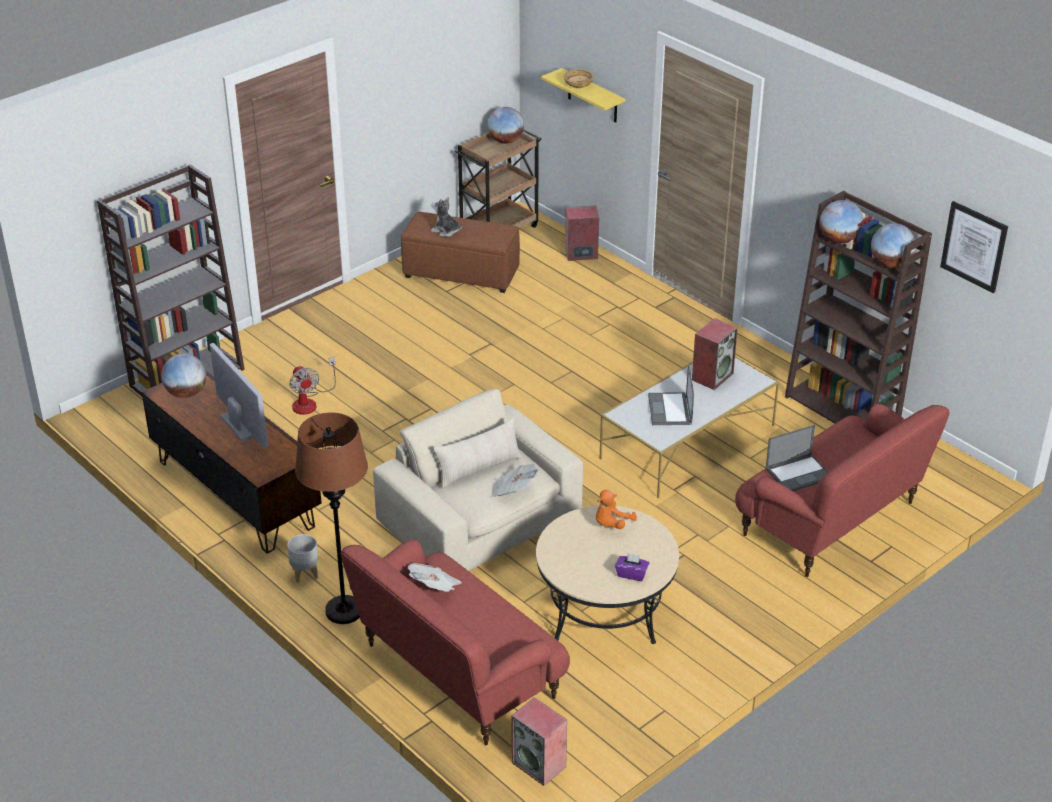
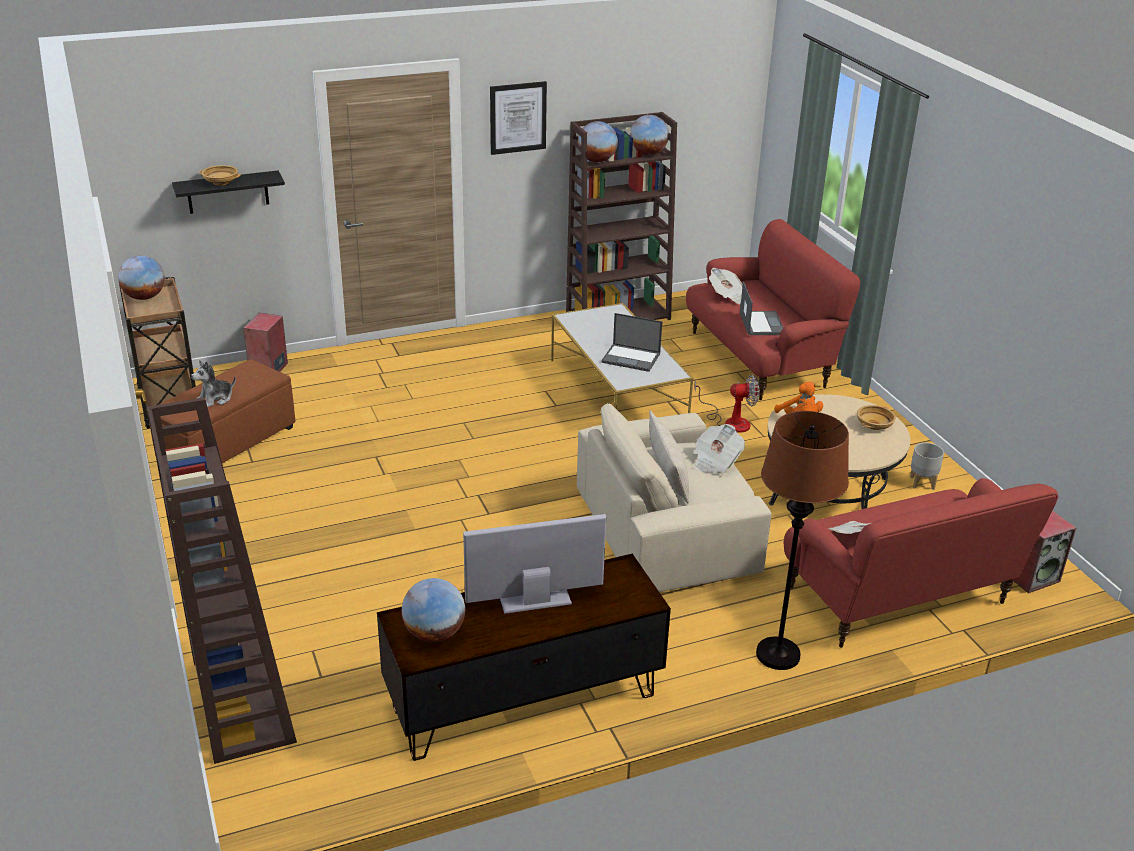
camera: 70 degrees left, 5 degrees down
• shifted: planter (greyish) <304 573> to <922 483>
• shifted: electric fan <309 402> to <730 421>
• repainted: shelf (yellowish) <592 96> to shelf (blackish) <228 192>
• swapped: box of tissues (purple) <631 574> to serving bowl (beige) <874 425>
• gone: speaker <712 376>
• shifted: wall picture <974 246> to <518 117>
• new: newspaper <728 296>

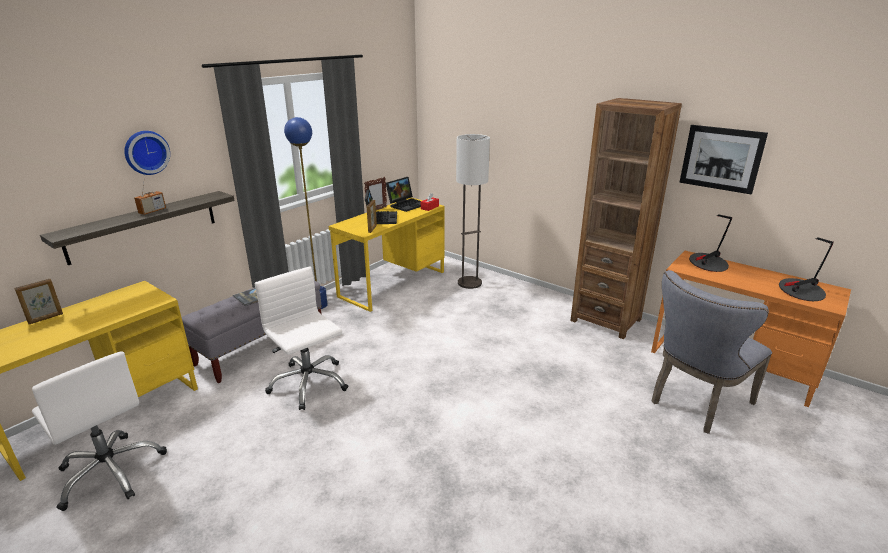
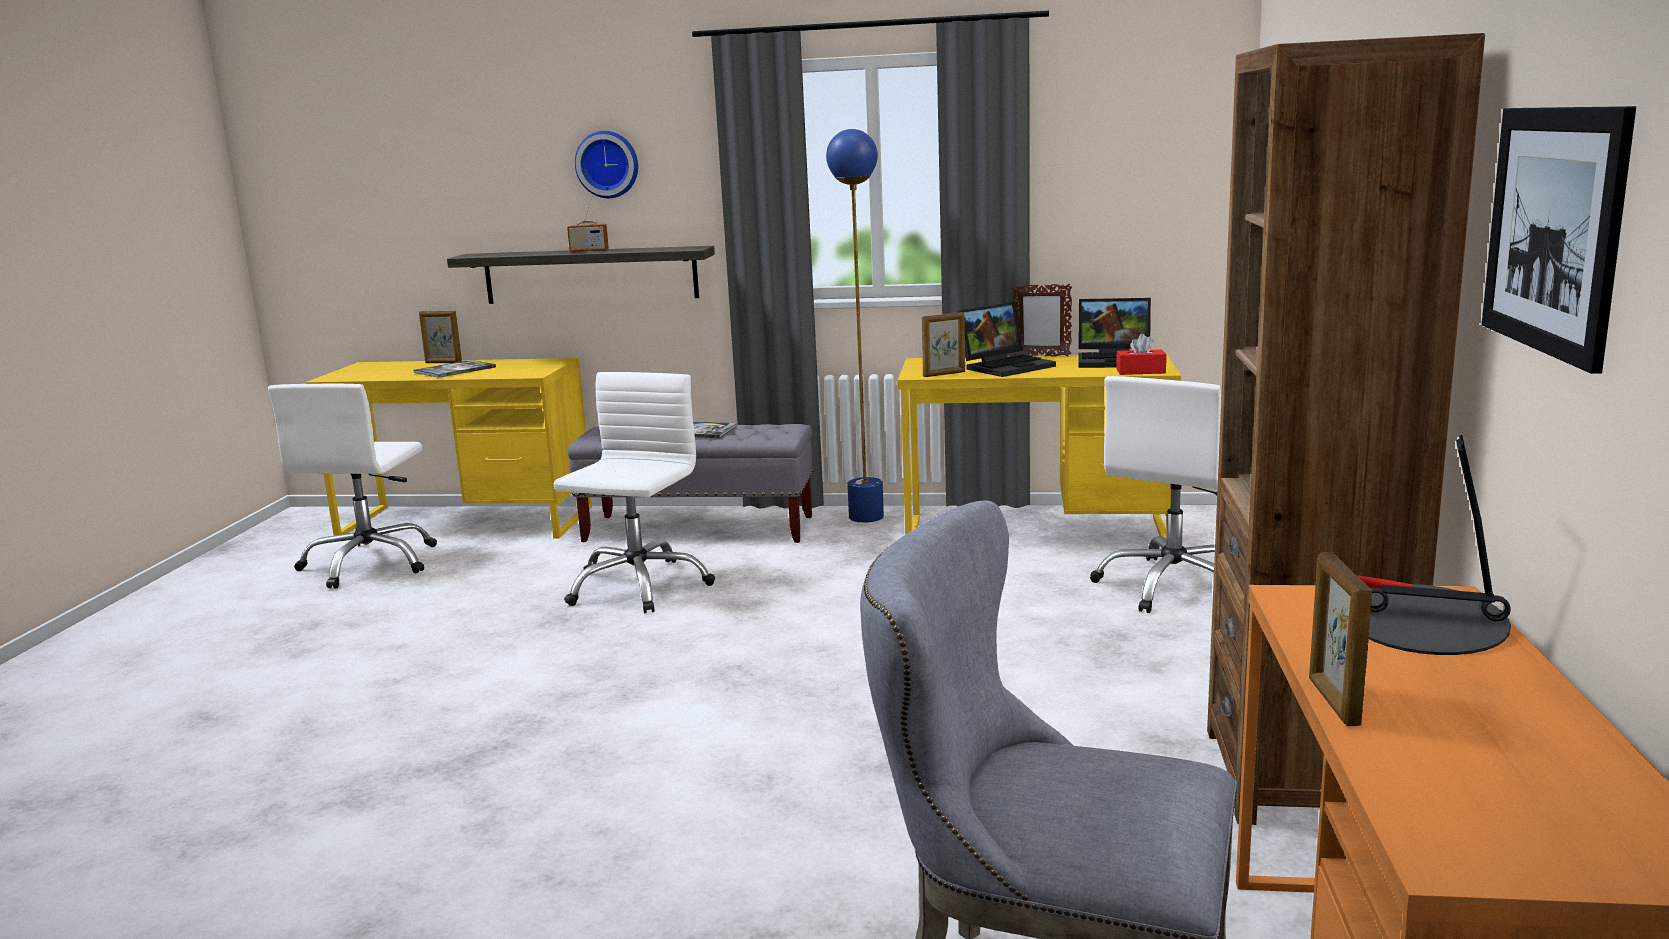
camera: 60 degrees right, 10 degrees down
• swapped: standard lamp <469 283> to computer chair (white) <1173 586>
• gone: table lamp <801 291>
• new: volume <455 370>
• new: photo frame <1333 702>

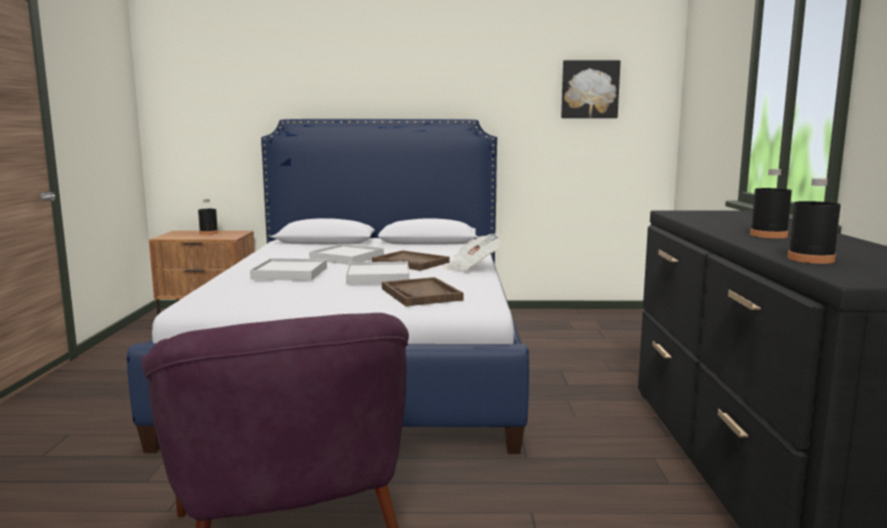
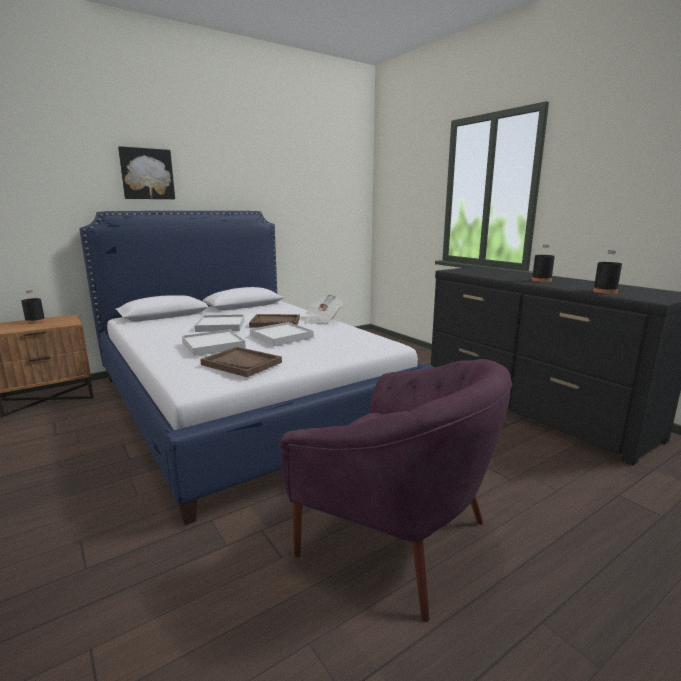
camera: 35 degrees left, 5 degrees up
• shifted: serving tray (brownish) <421 294> to <242 363>
• shifted: wall picture <589 89> to <147 174>

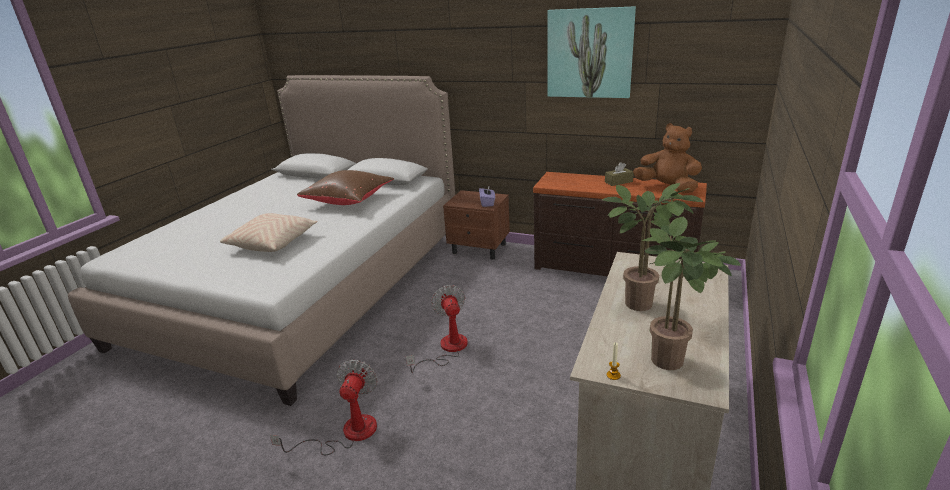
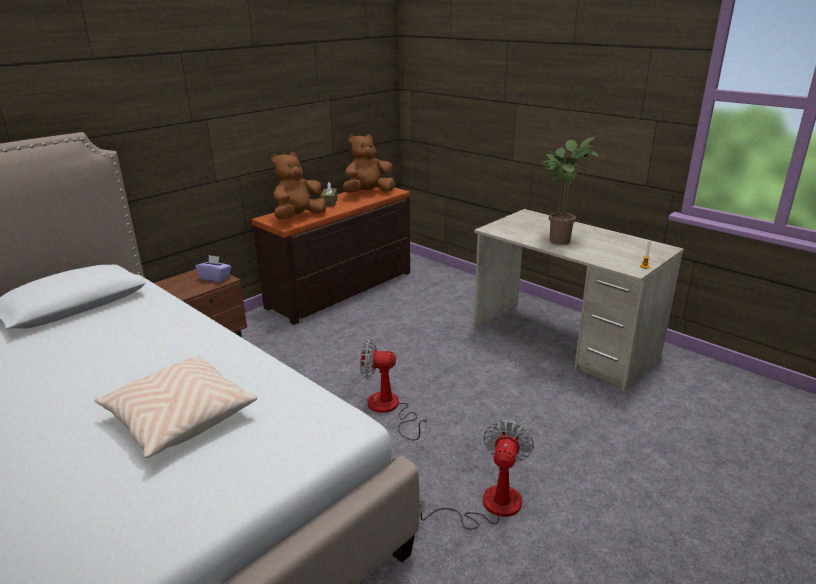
camera: 70 degrees left, 0 degrees up
• rotated: electric fan <347 433> = <488 506> 75 degrees clockwise
• gone: throw pillow (brownish) <349 200>
• gone: wall picture <589 53>
• gone: potted plant <672 363>
• new: cuddly toy (brownish) <298 217>

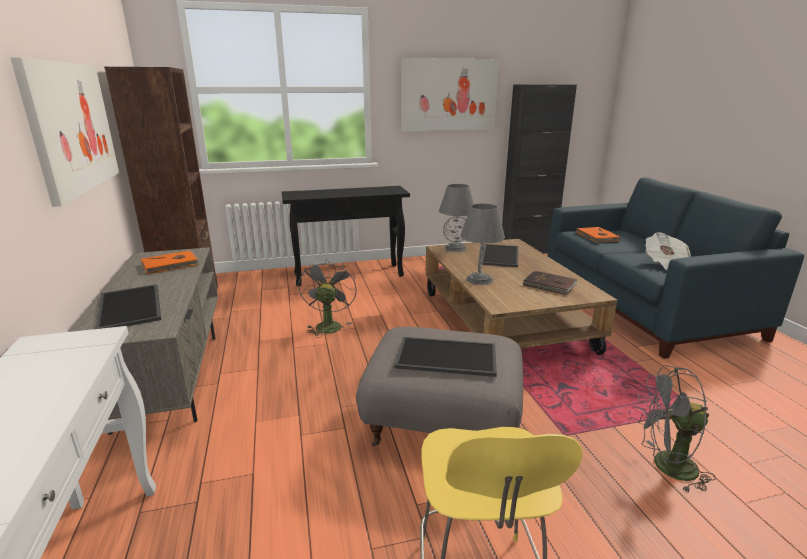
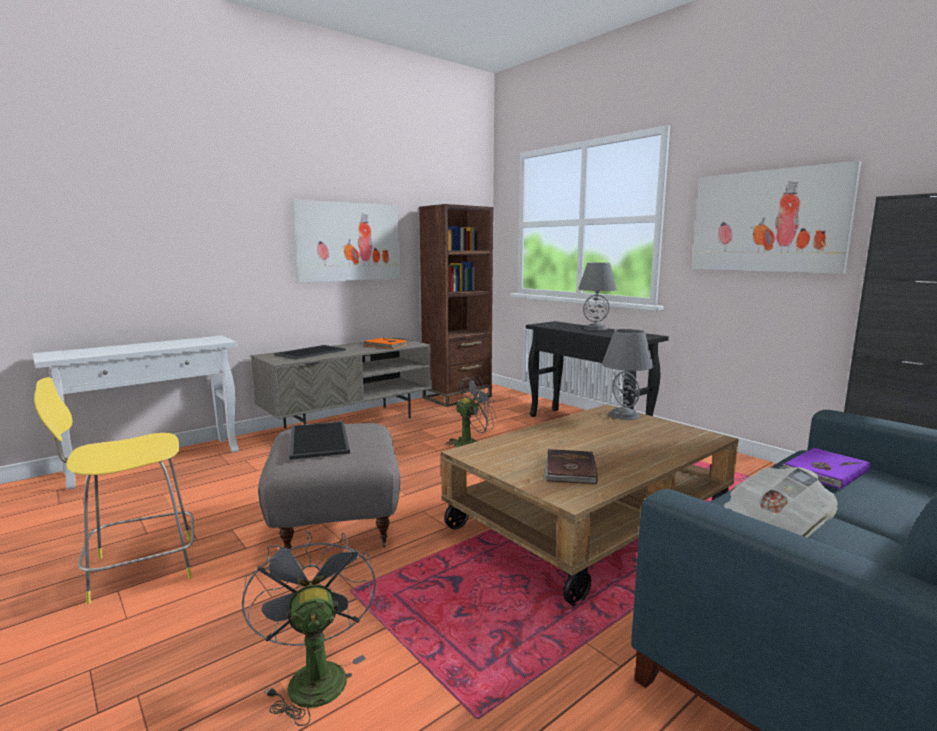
camera: 65 degrees right, 10 degrees down
• shifted: table lamp (greyish) <479 279> to <595 328>
• gone: serving tray <499 255>
• repainted: volume (orangey) <596 237> to volume (purple) <824 471>

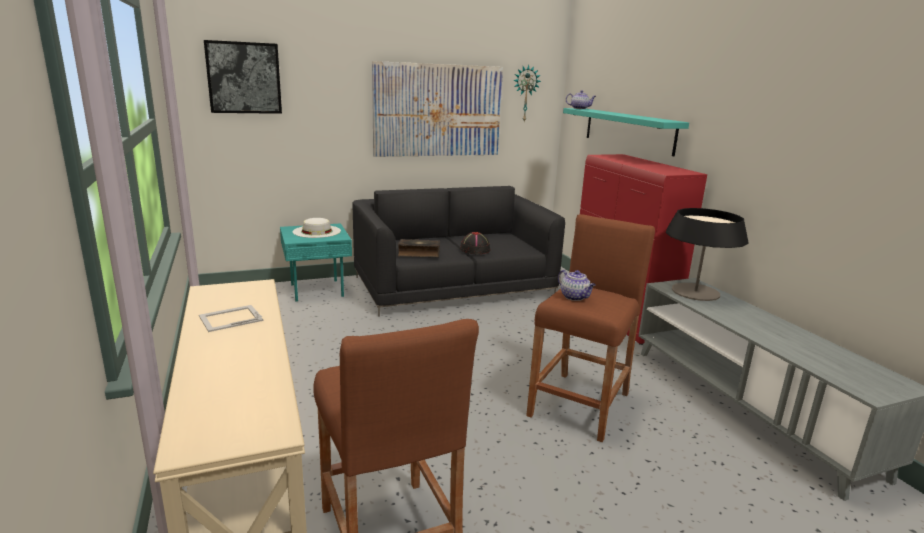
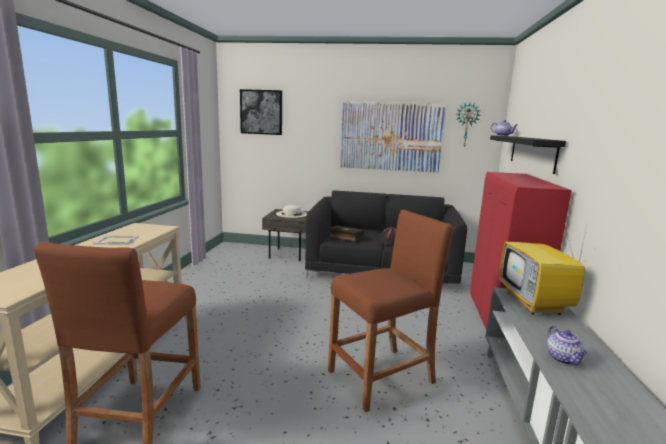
camera: 30 degrees right, 5 degrees down
• repainted: side table (blue-green) <318 289> to side table (greyish) <290 254>
• shifted: teapot <575 297> to <563 359>
• repainted: shelf (blue-green) <628 130> to shelf (blackish) <532 152>
• swapped: table lamp <695 292> to TV <535 303>

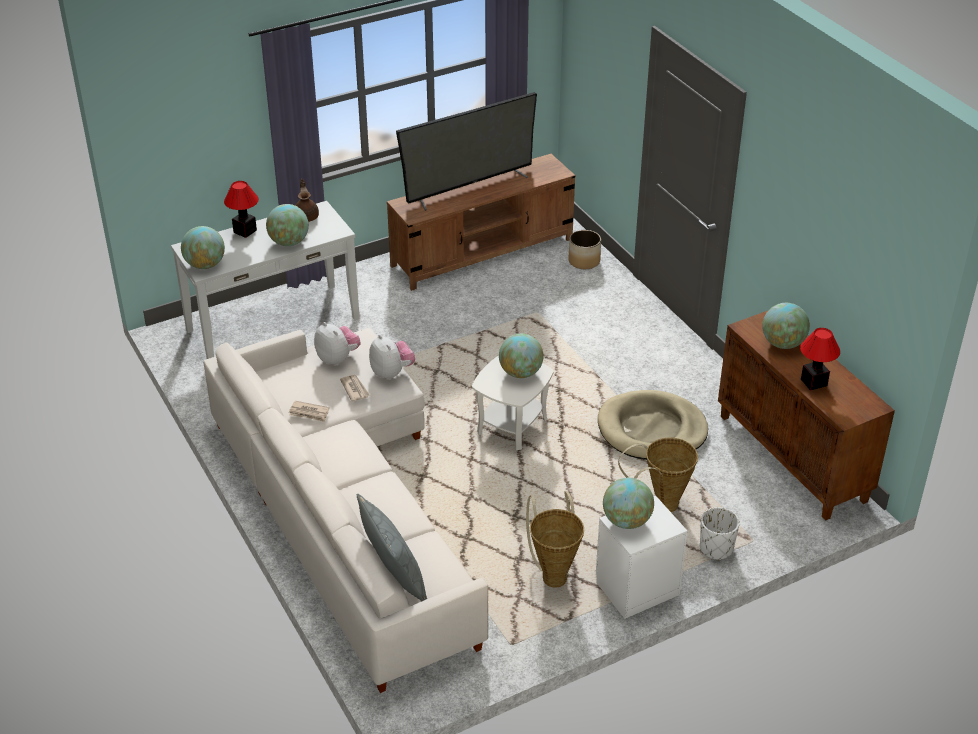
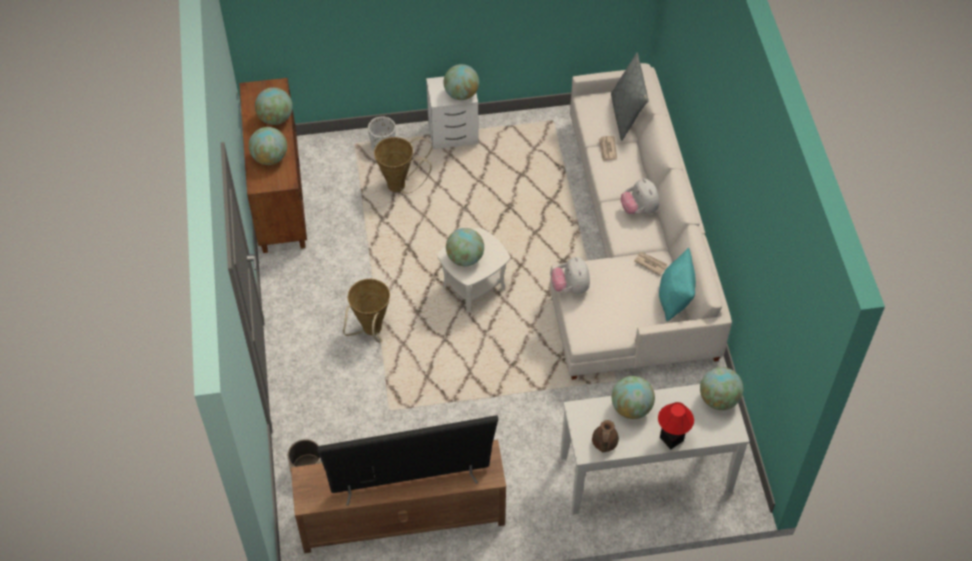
camera: 160 degrees left, 15 degrees up
• shifted: cuddly toy <338 358> to <639 209>
• shifted: newspaper <355 389> to <607 149>
• shifted: basket <554 574> to <370 332>
• gone: pet bed (beige) <652 430>
• swapped: table lamp <814 383> to world globe <275 118>
• new: throw pillow (blue-green) <674 299>

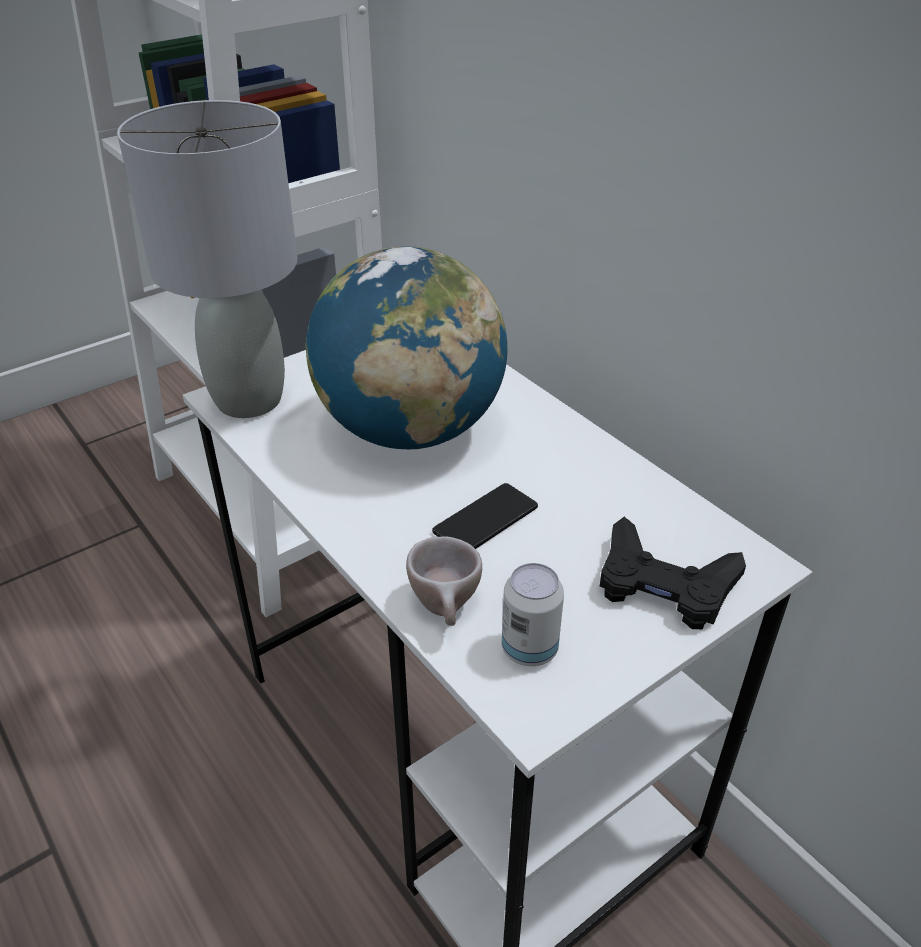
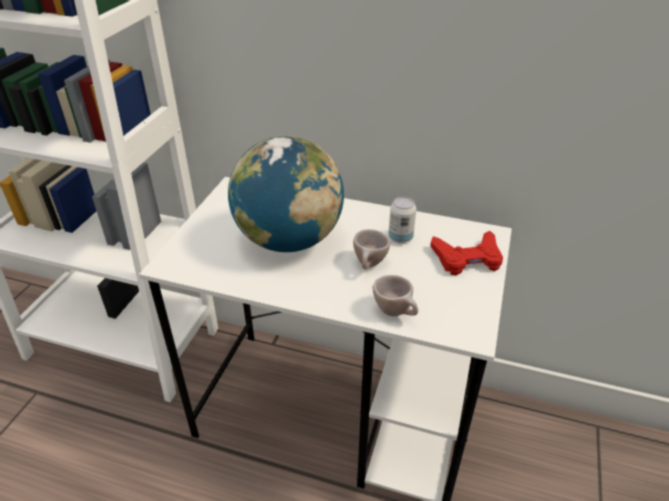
camera: 35 degrees left, 0 degrees up
• gone: table lamp (greyish) <247 401>
• swapped: telephone <485 520> to small cup (beige) <369 265>
• shifted: can <529 649> to <400 237>
• repainted: gamepad (blackish) <664 584> to gamepad (red-coloured) <467 258>

